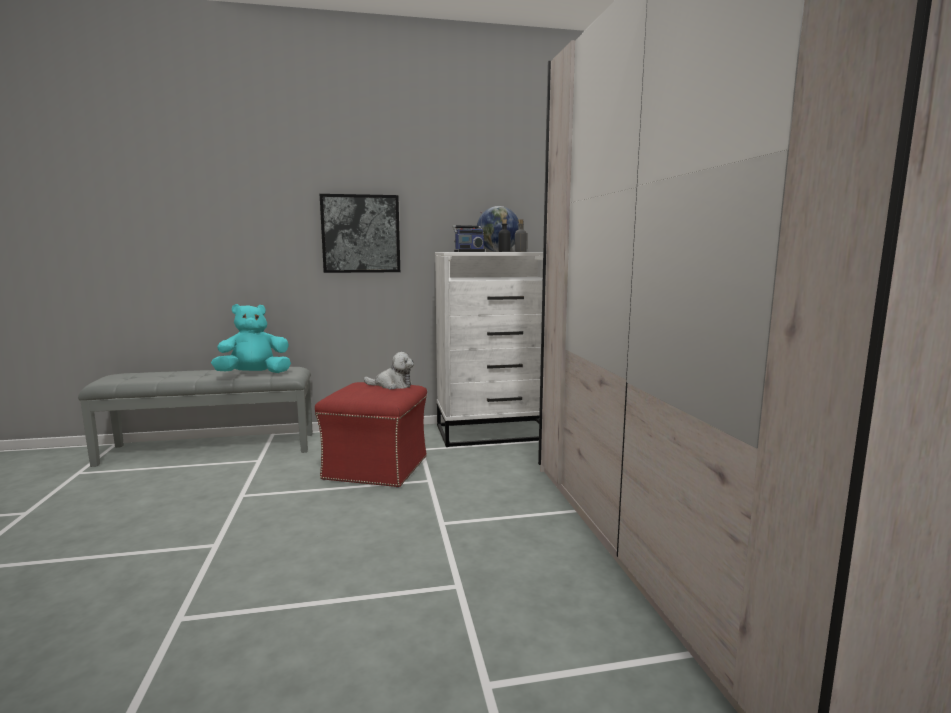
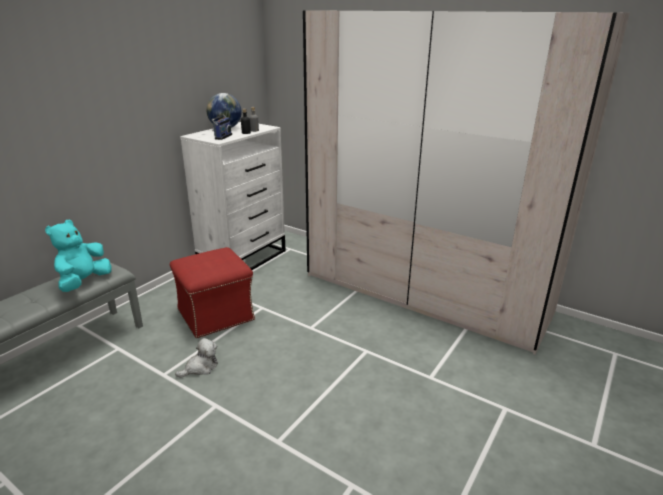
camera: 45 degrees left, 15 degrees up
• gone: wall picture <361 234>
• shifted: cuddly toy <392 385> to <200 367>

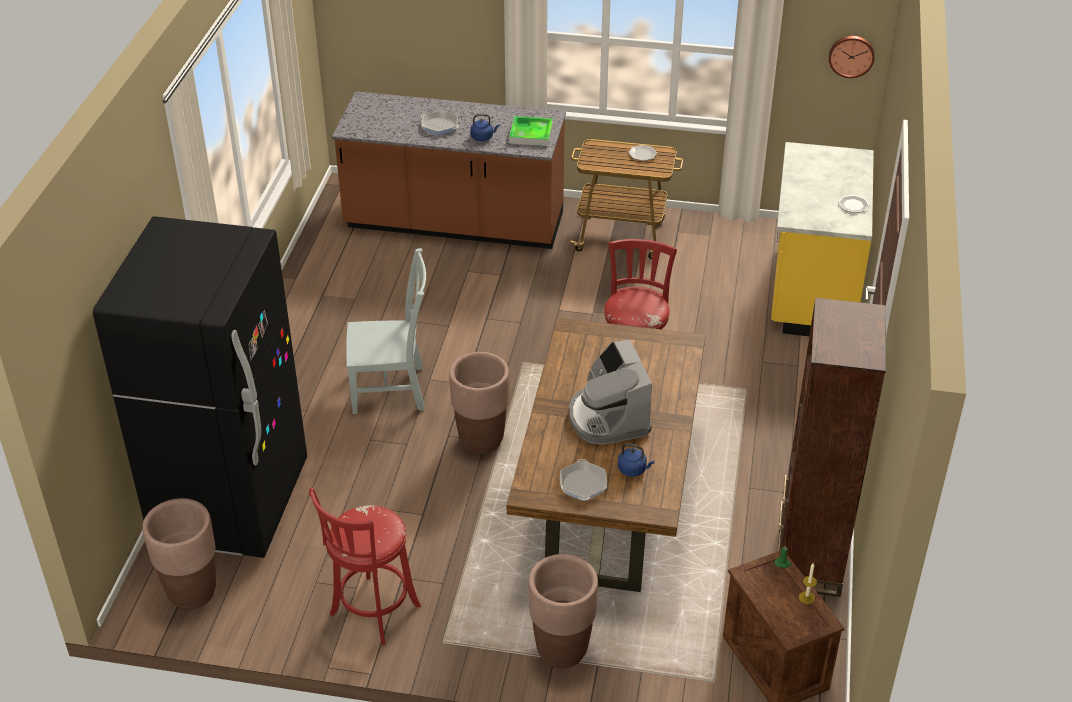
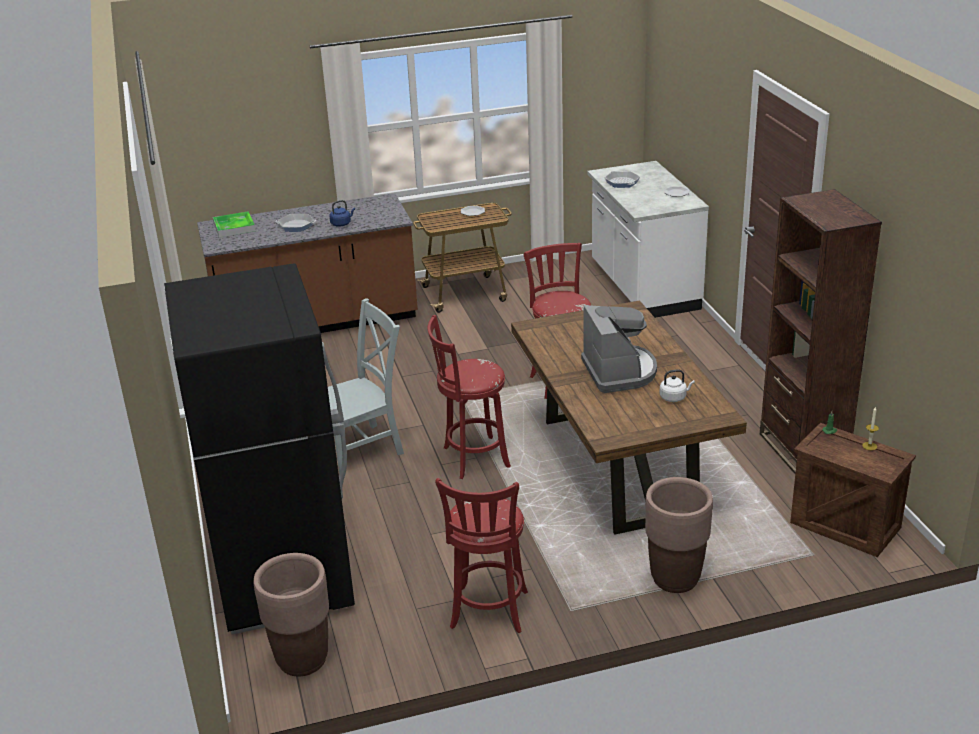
camera: 25 degrees left, 10 degrees down
• swapped: planter (brownish) <481 440> to stool (red-coloured) <472 458>
• shifted: serving tray <531 134> to <234 227>
• shifted: skillet <583 484> to <622 182>
• rotated: coffee maker <608 418> = <619 372> 150 degrees counterclockwise
• repainted: tea kettle (blue) <633 470> to tea kettle (white) <674 397>
• repainted: kitchen base unit (yellowish) <811 291> to kitchen base unit (white) <643 288>
• gone: clock on the wall <851 55>

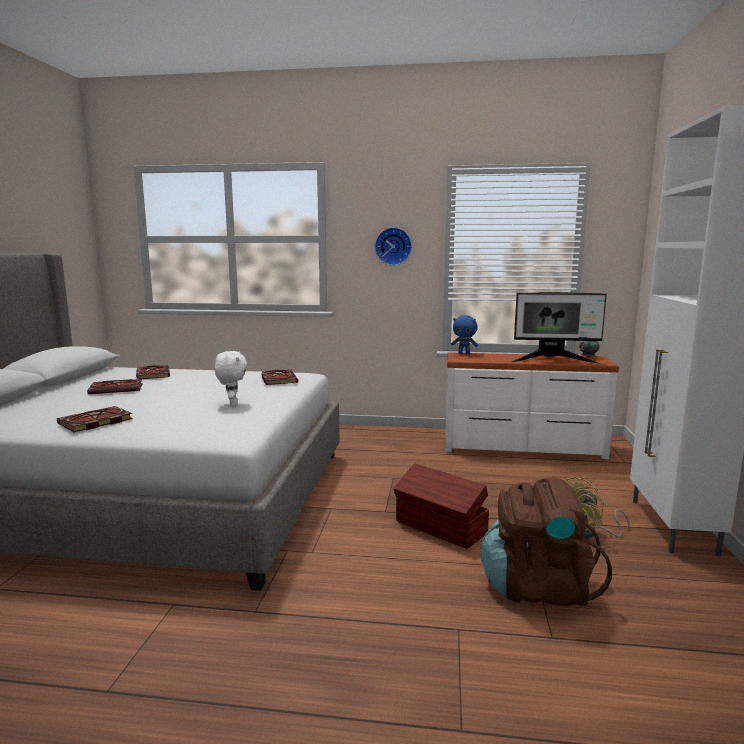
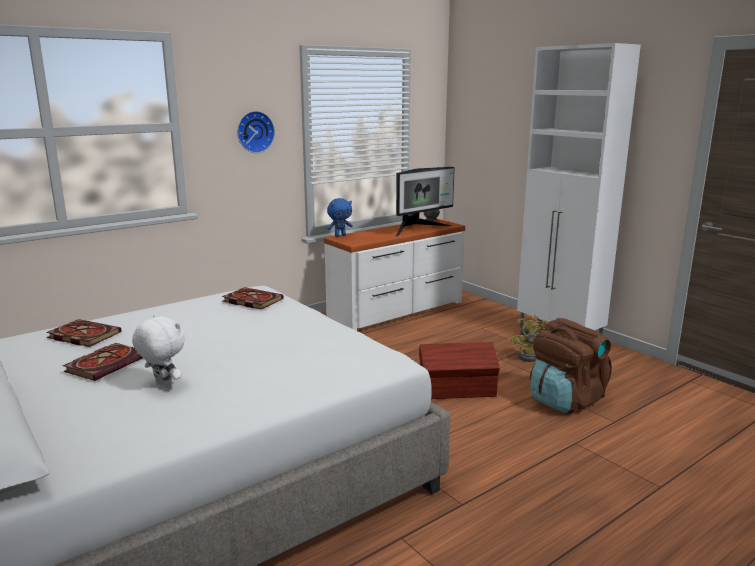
camera: 45 degrees left, 5 degrees up
• gone: volume <94 422>
• shifted: cuddly toy (white) <232 404> to <163 386>

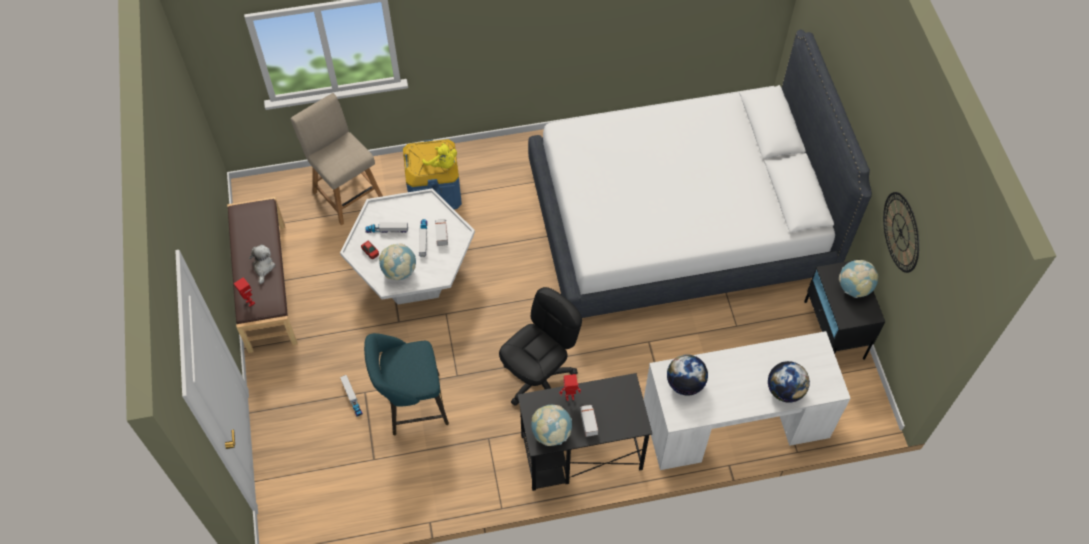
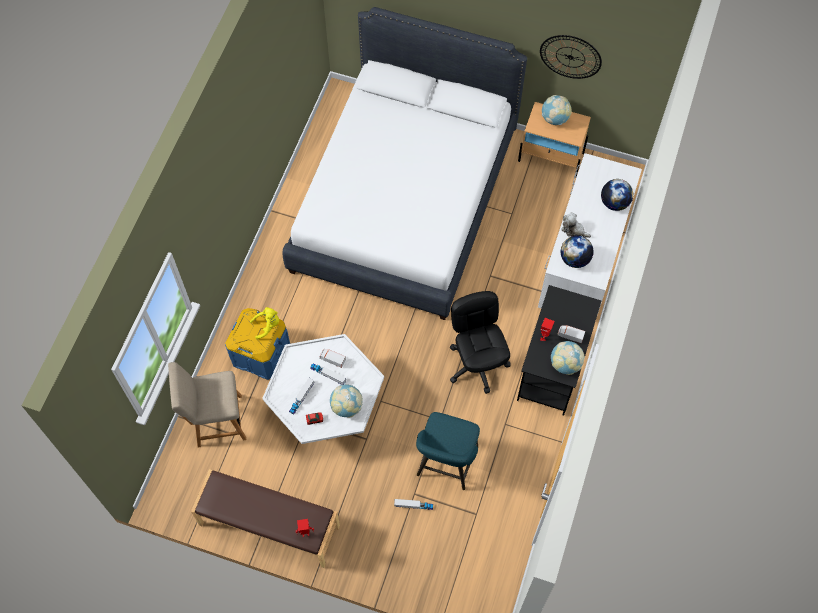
camera: 60 degrees left, 5 degrees up
• shifted: cuddly toy <263 267> to <573 230>
• repainted: nightstand (blackish) <834 330> to nightstand (beige) <551 157>

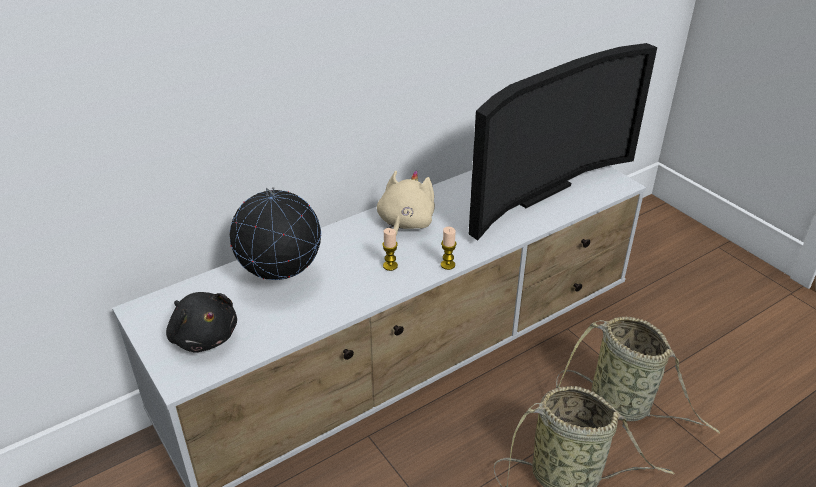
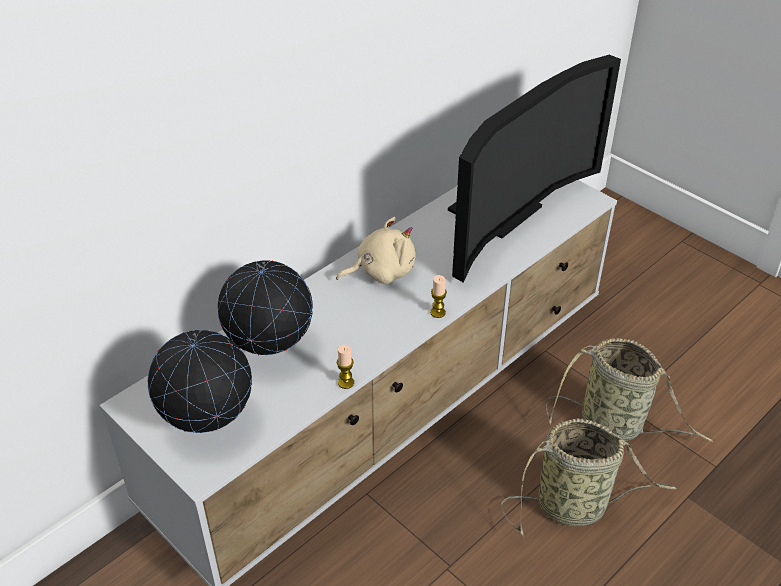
camera: 10 degrees left, 5 degrees up
• swapped: cuddly toy (blackish) <204 336> to world globe <209 423>
• rotated: cuddly toy (beige) <404 224> = <381 271> 60 degrees clockwise
• shifted: wax light <390 266> to <346 382>

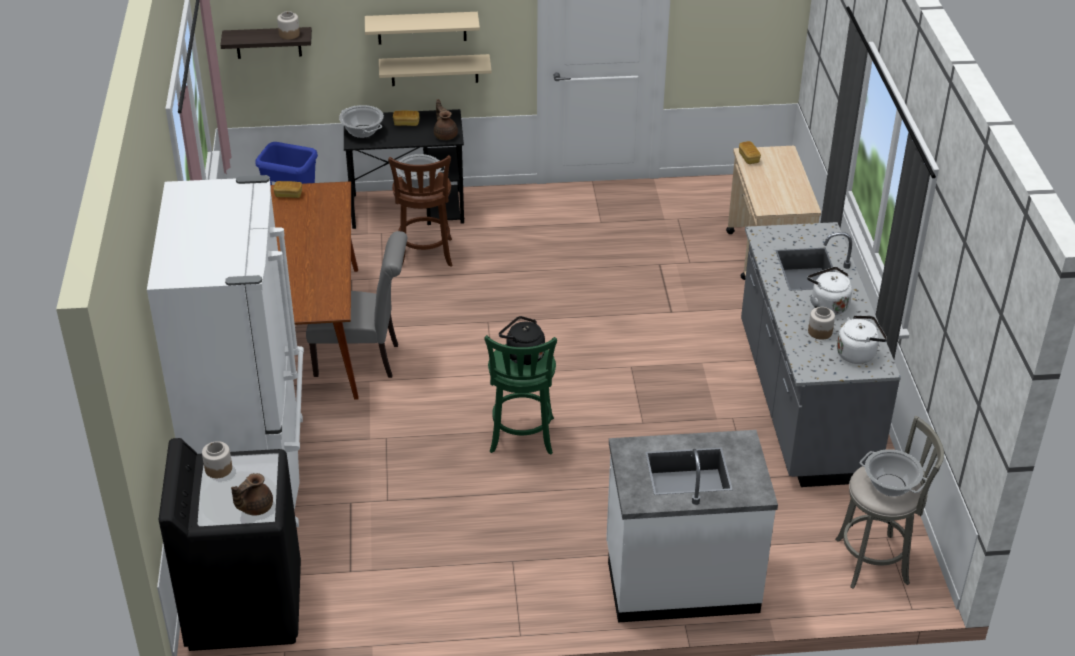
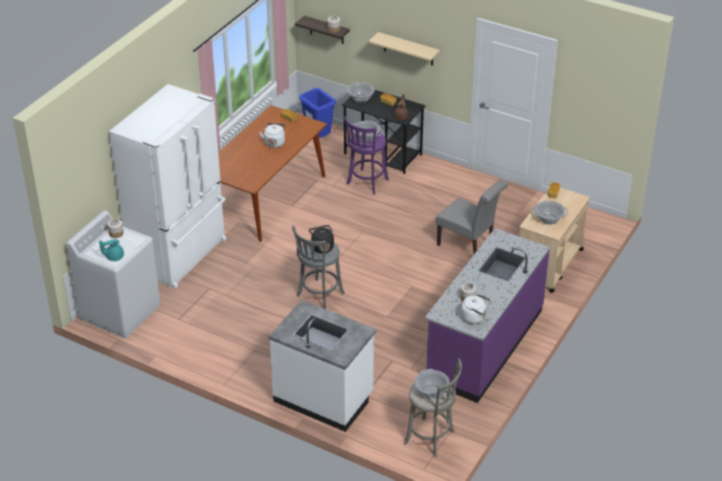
camera: 35 degrees right, 0 degrees up
• repainted: laundry machine (blackish) <244 606> to laundry machine (white) <120 312>
• repainted: teapot (brownish) <254 507> to teapot (blue-green) <114 257>
• shifted: upright chair (greyish) <363 360> to <469 247>
• gone: shelf (beige) <434 70>
• repainted: stool (brownish) <425 255> to stool (purple) <366 183>
• repainted: stool (green-coloured) <521 438> to stool (greyish) <319 296>
• repainted: kitchen base unit (greyish) <802 402> to kitchen base unit (purple) <484 345>
• shifted: tea kettle (white) <827 305> to <274 142>
• new: cooking pot <549 219>

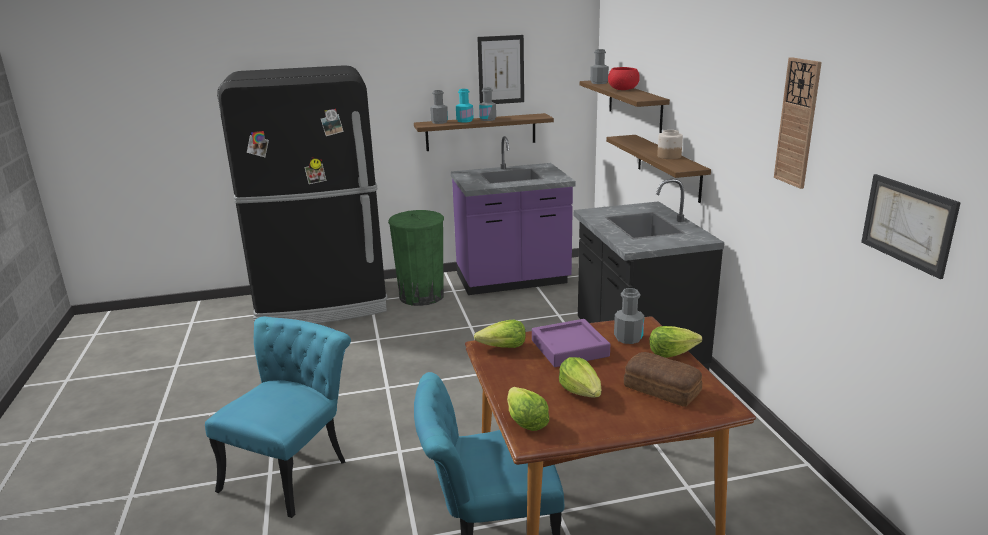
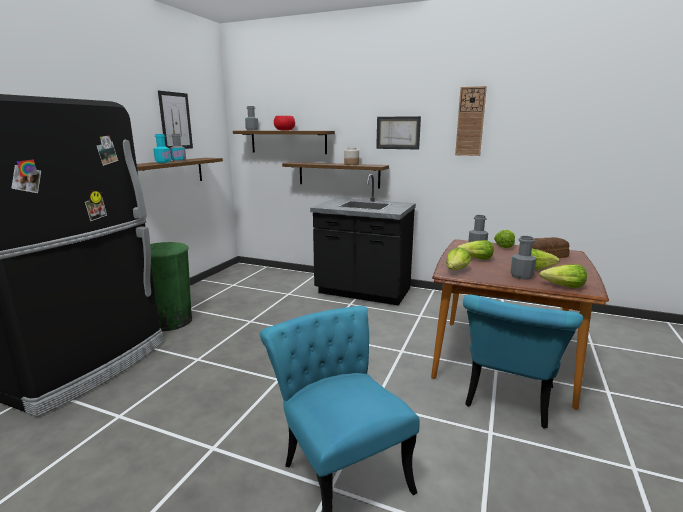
camera: 55 degrees left, 5 degrees down
• shifted: beverage bottle (greyish) <439 122> to <521 276>
• gone: kitchen base unit (purple) <512 280>
• swapped: serving tray (purple) <569 348> to lettuce head <476 259>
• shifted: wall picture <908 223> to <398 133>

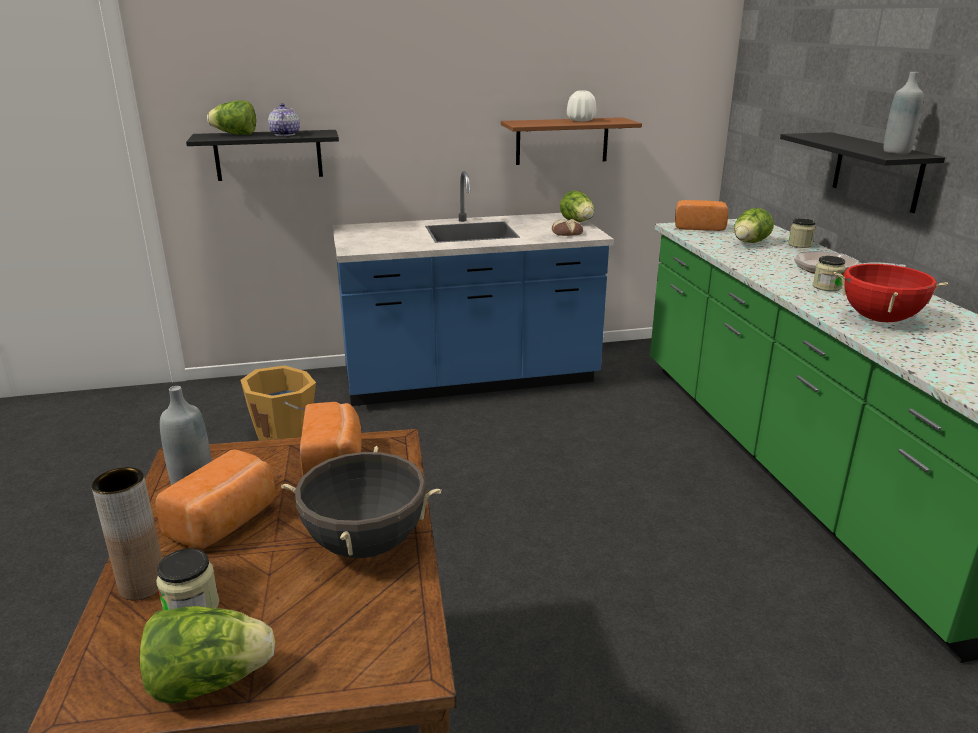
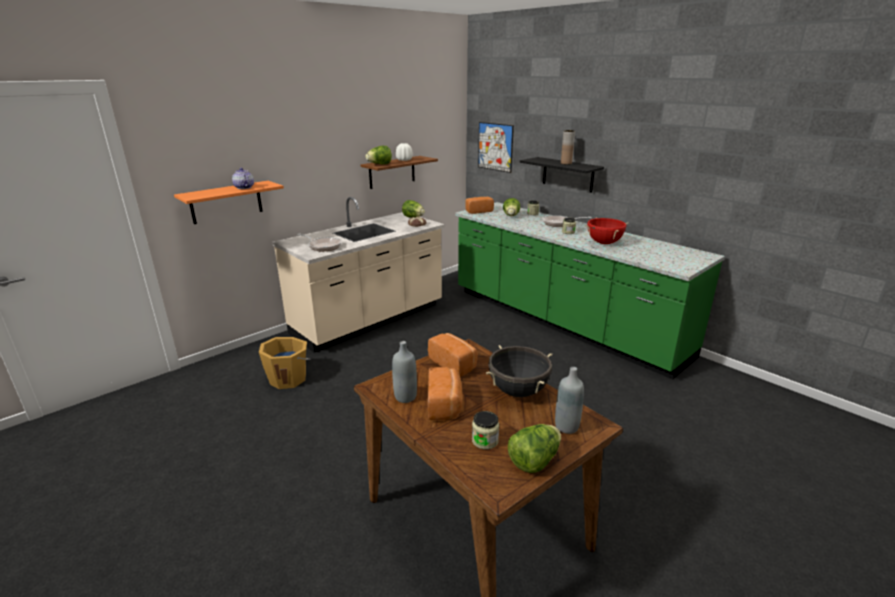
camera: 30 degrees left, 0 degrees up
• shifted: flower vase (brownish) <143 585> to <566 163>
• repainted: shelf (blackish) <268 155> to shelf (orangey) <226 202>
• shifted: lettuce head <235 134> to <379 164>
• repainted: kitchen base unit (blue) <470 380> to kitchen base unit (beige) <369 320>
• shifted: beverage bottle (greyish) <896 151> to <566 426>
• new: skillet <323 246>
• new: wall picture <495 147>

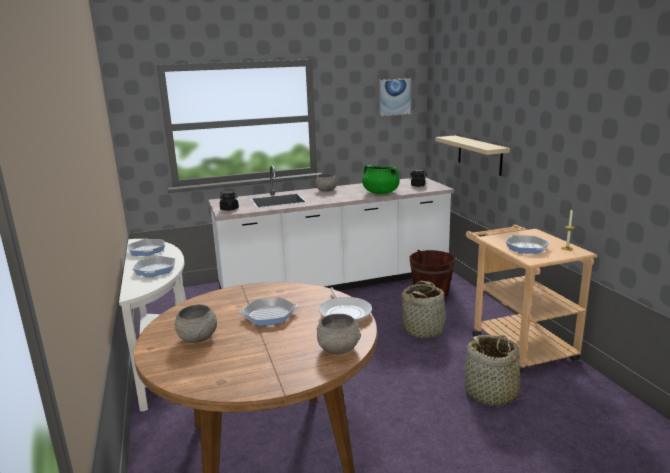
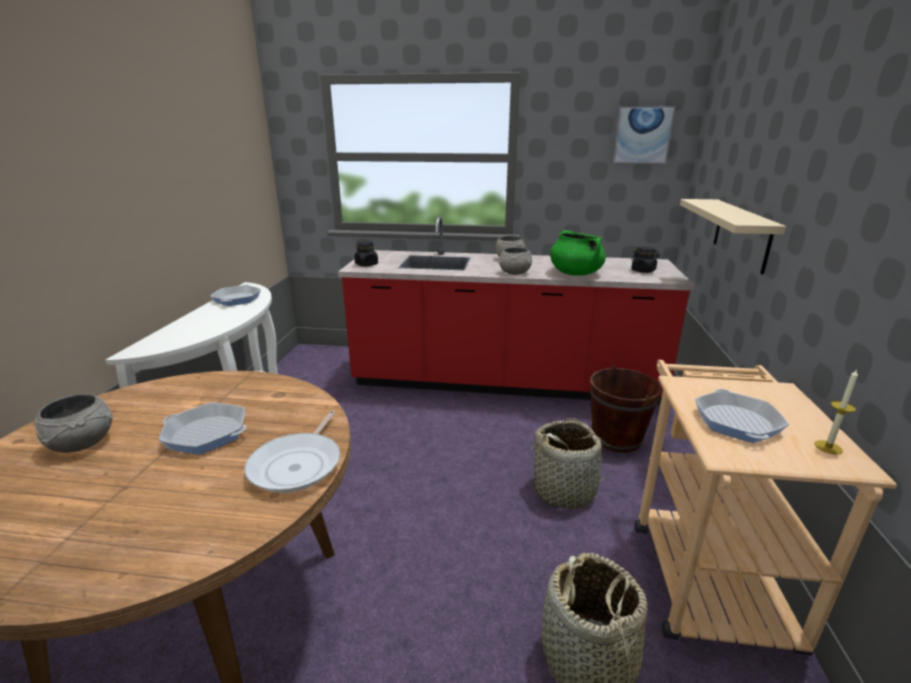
camera: 25 degrees right, 5 degrees up
• gone: skillet <155 270>
• repainted: kitchen base unit (white) <335 283> to kitchen base unit (red-coloured) <504 382>
• shifted: serving bowl (greyish) <339 349> to <515 273>

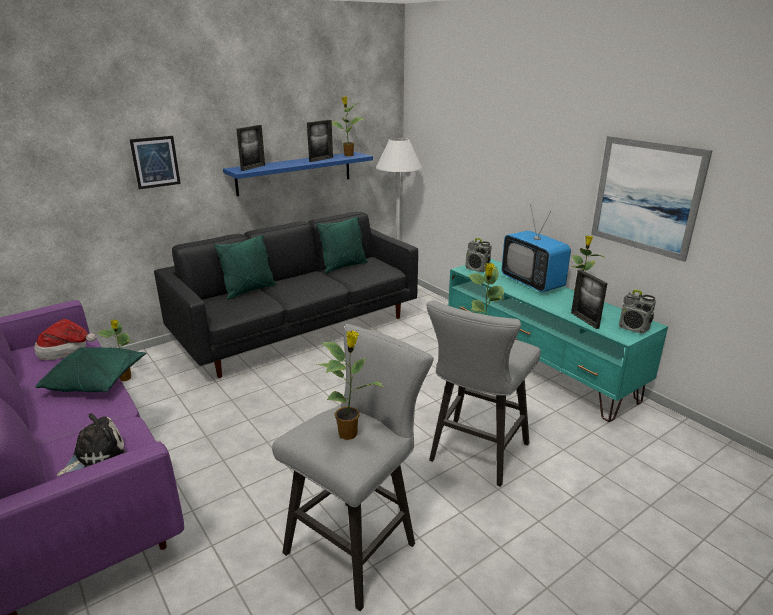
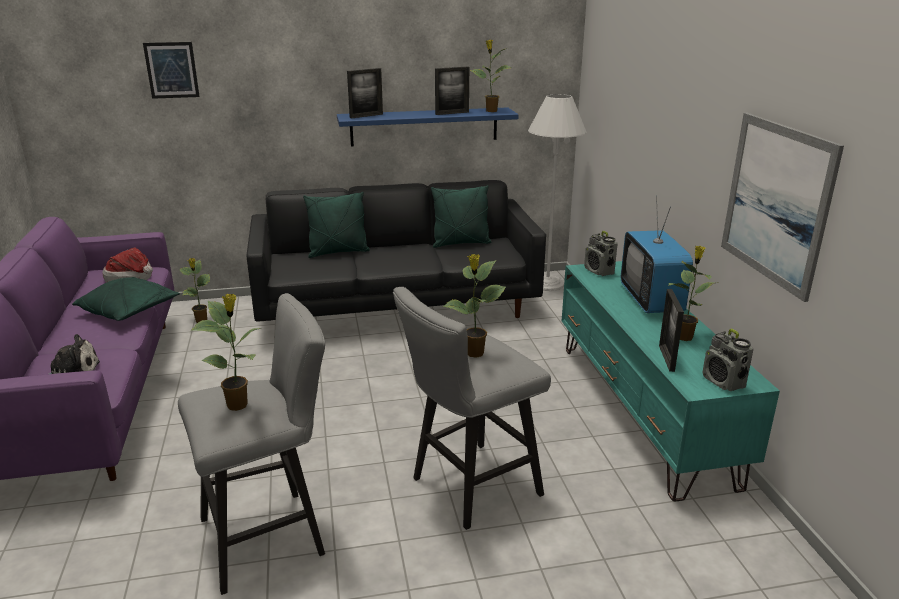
camera: 25 degrees right, 0 degrees up
• shifted: wall picture <155 162> to <171 70>

